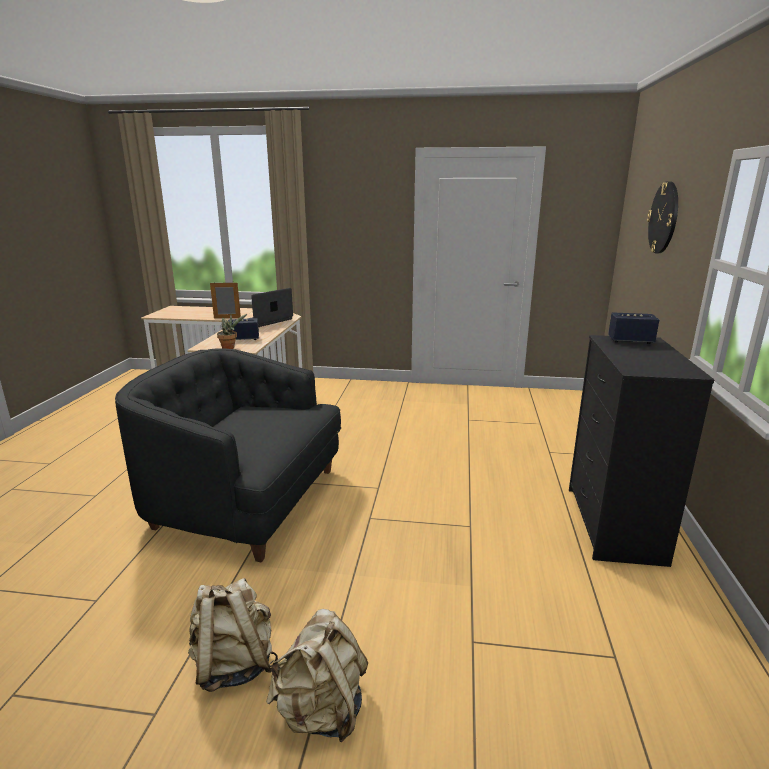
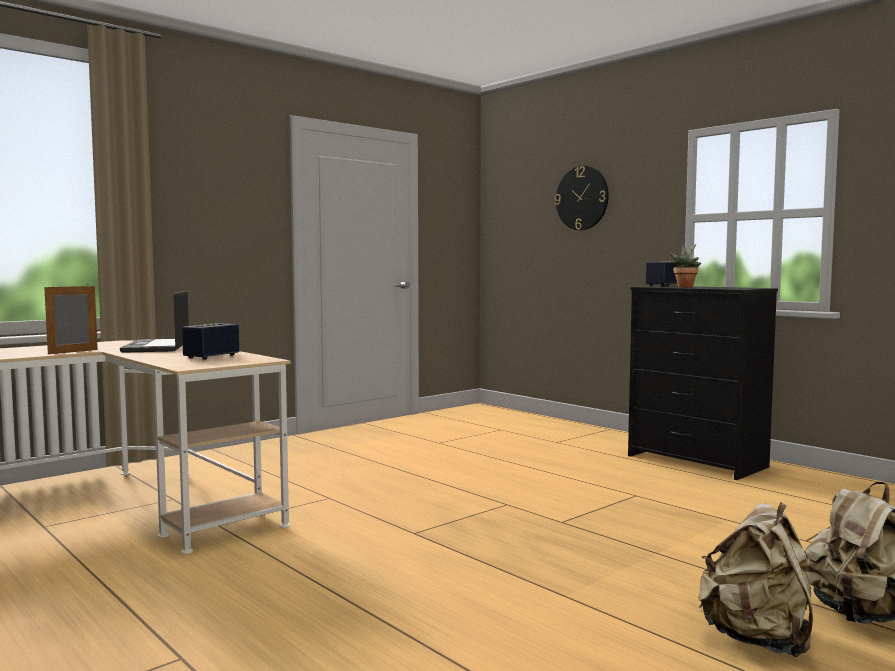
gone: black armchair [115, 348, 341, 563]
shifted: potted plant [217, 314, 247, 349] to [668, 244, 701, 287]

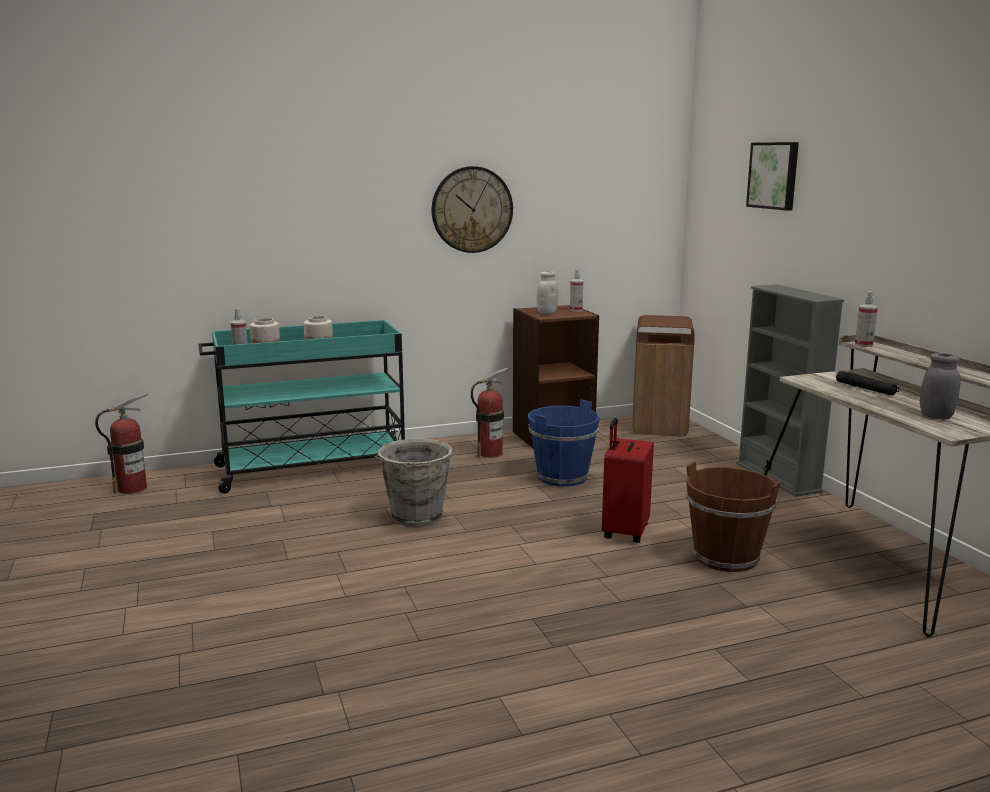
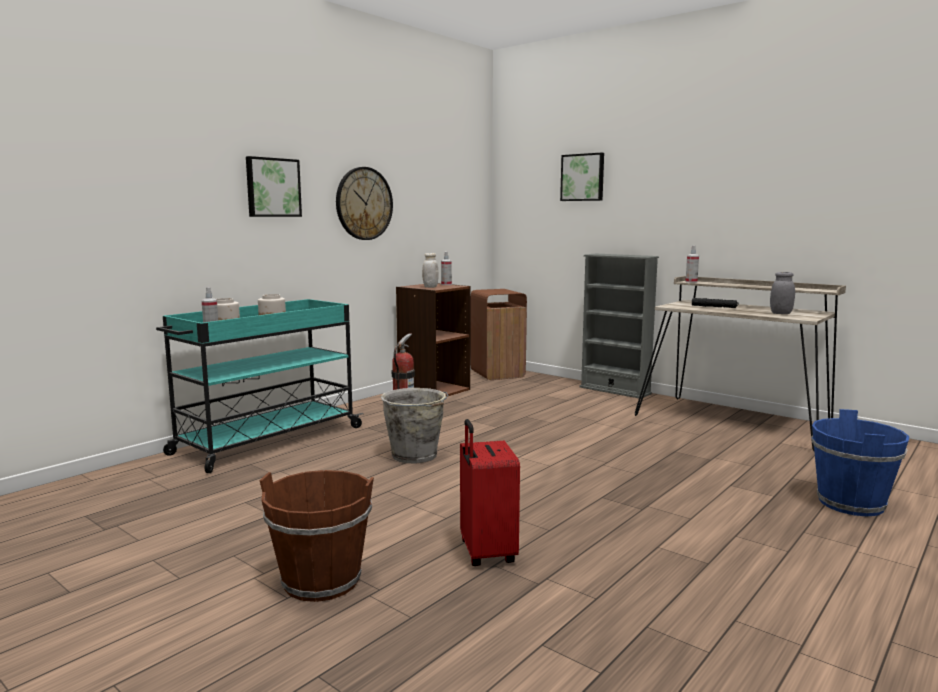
gone: fire extinguisher [95, 393, 148, 494]
new: picture [246, 156, 302, 217]
shifted: blue bucket [528, 400, 600, 487] to [811, 409, 909, 516]; red suitcase [602, 418, 654, 543] to [460, 419, 520, 566]; brown bucket [686, 462, 781, 572] to [259, 470, 374, 602]

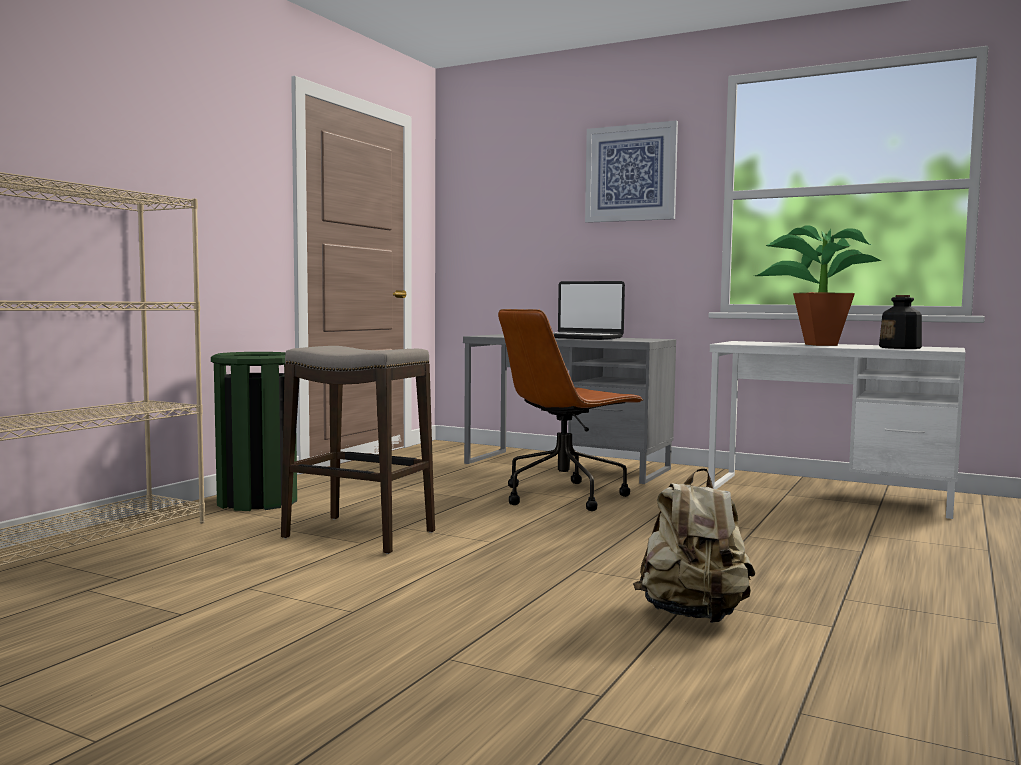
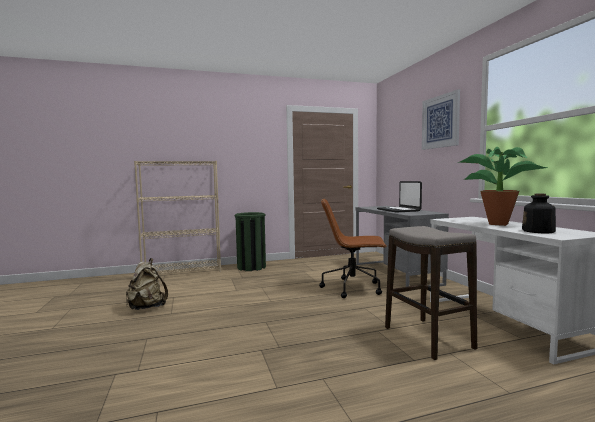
shifted: stool [281, 346, 435, 554] to [385, 226, 477, 360]; beige backpack [633, 468, 755, 623] to [126, 258, 168, 310]

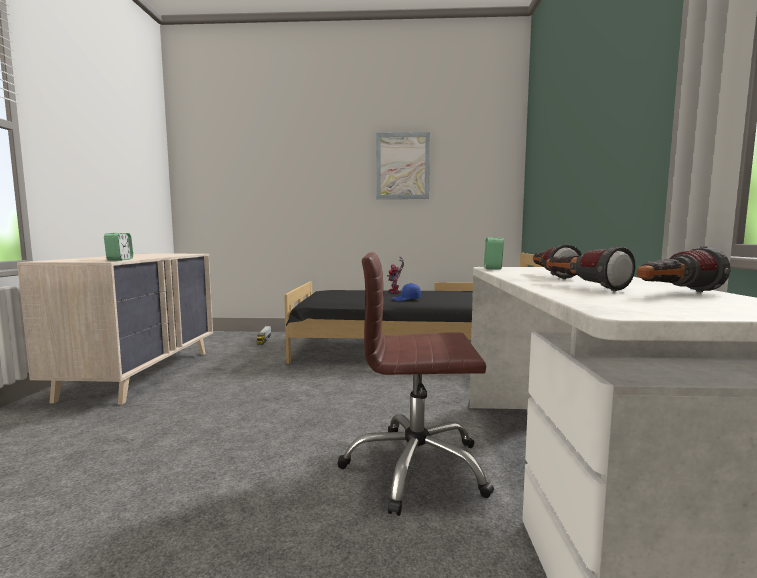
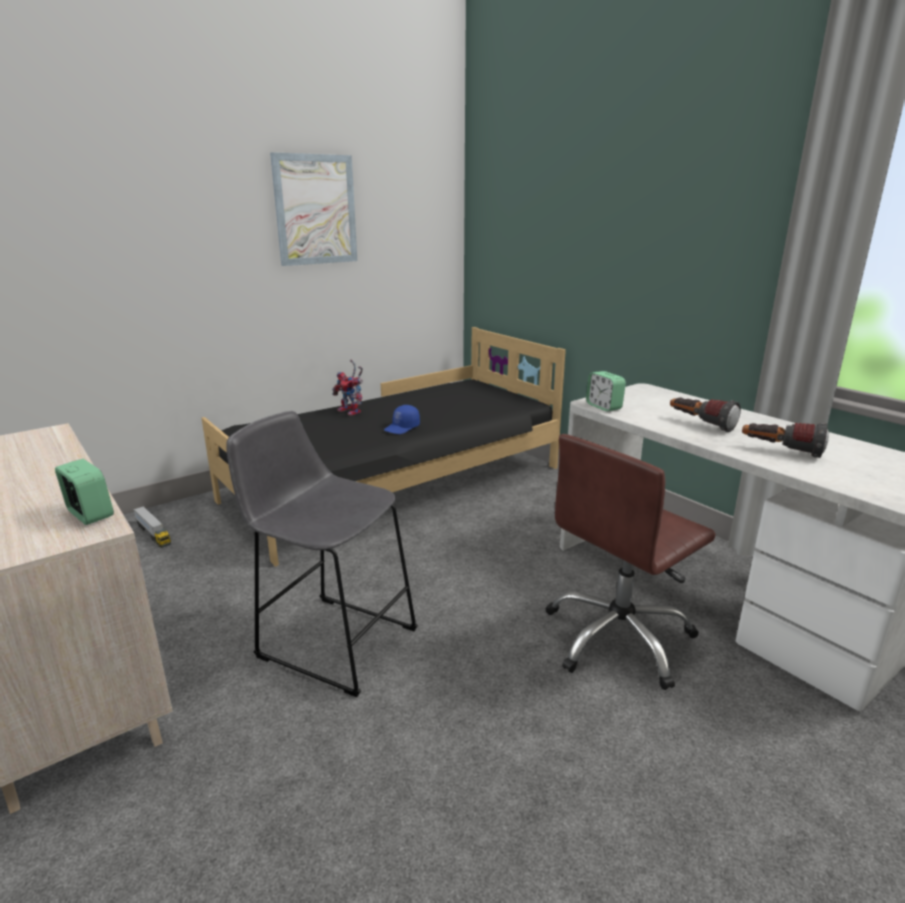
gone: flashlight [637, 246, 731, 292]
new: grey stool [226, 411, 418, 697]

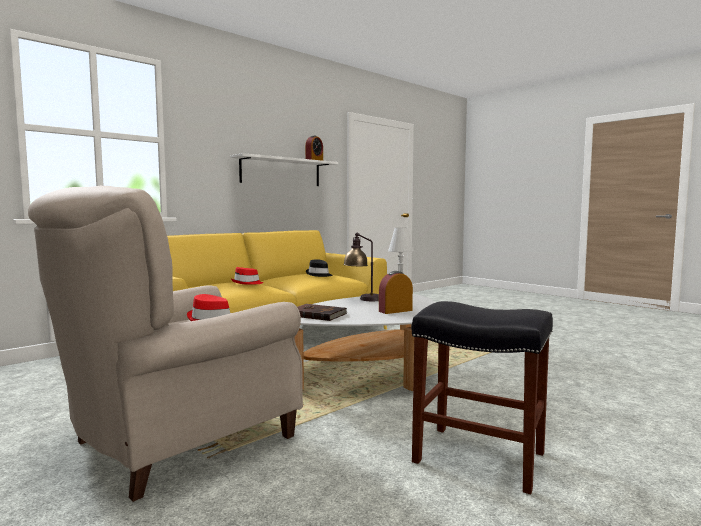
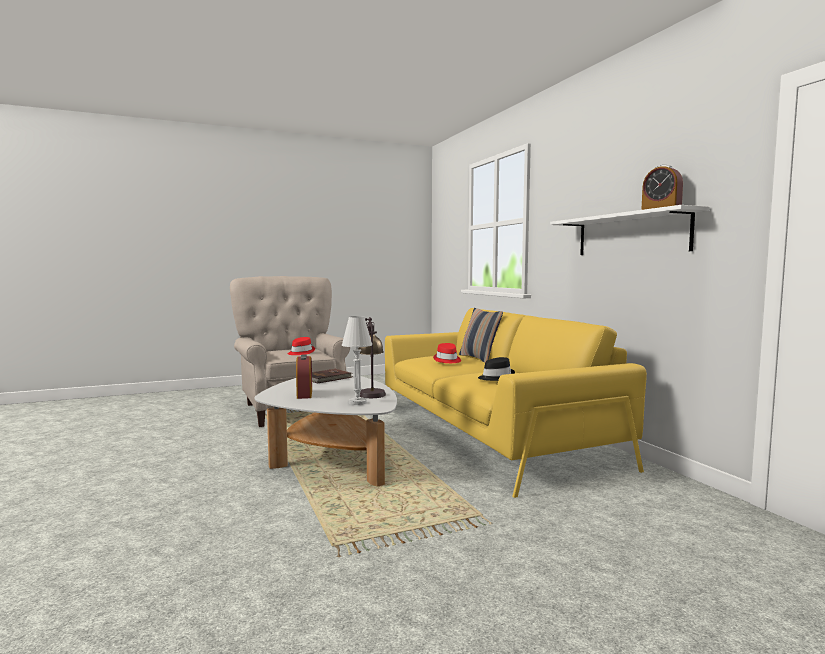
gone: black stool [412, 301, 553, 494]
new: pillow [459, 308, 503, 363]

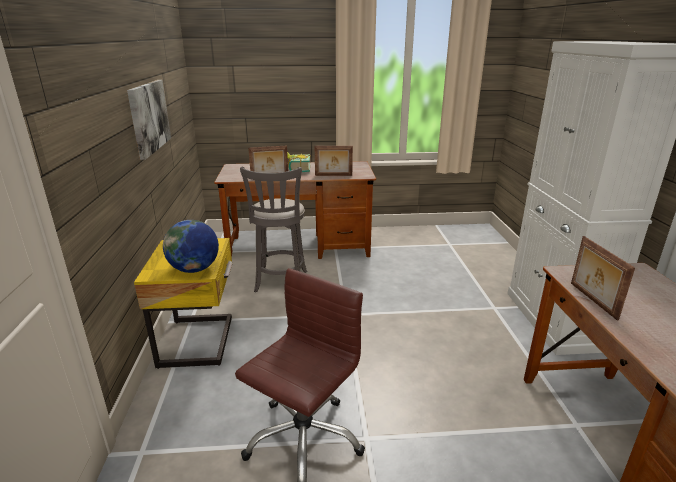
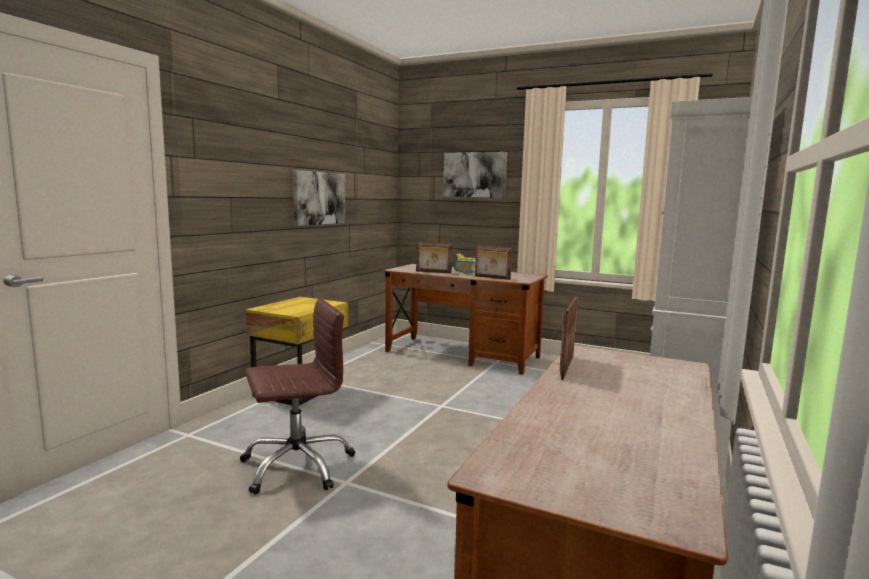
gone: globe [163, 220, 219, 273]; grey stool [240, 167, 307, 292]
new: picture [443, 152, 507, 198]

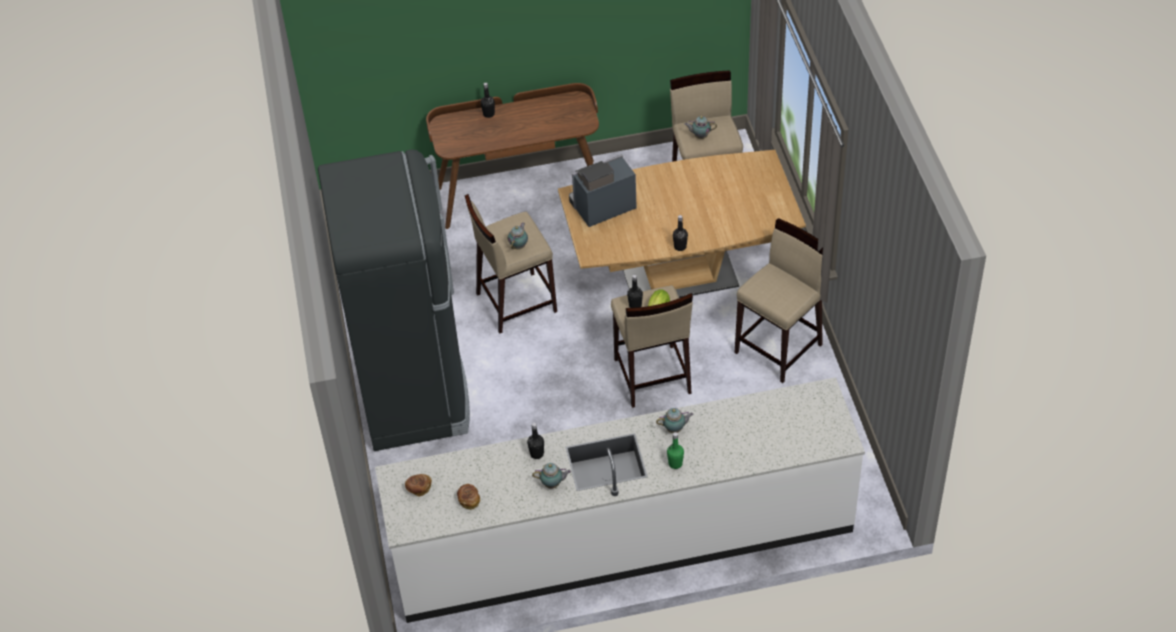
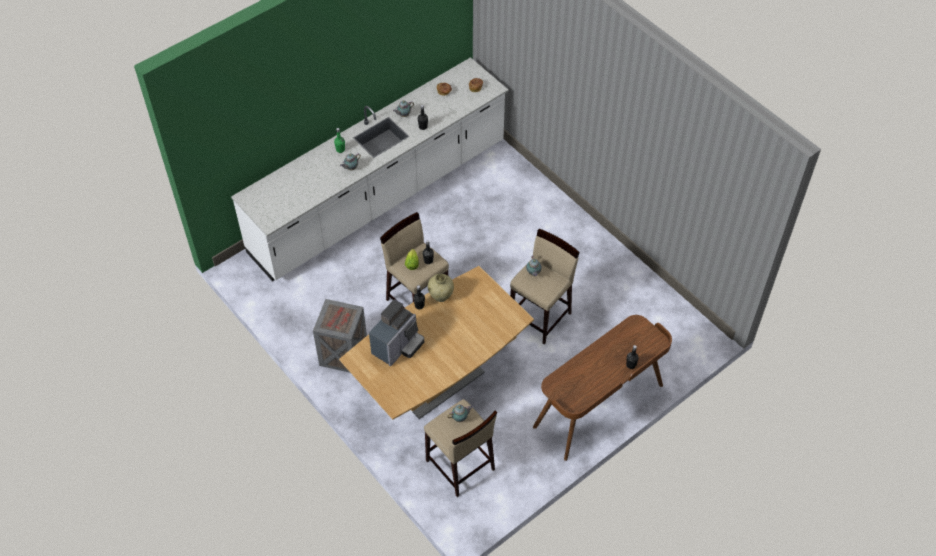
gone: black fridge [318, 149, 470, 451]
new: beige vase [428, 274, 454, 302]
shifted: coffee machine [569, 154, 637, 227] to [369, 299, 424, 366]
swapped: beige stool [734, 218, 823, 383] to crate [313, 299, 367, 373]

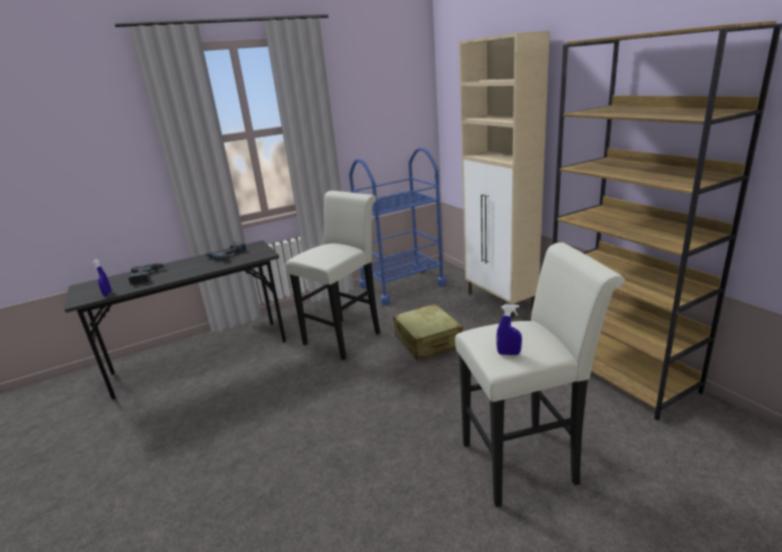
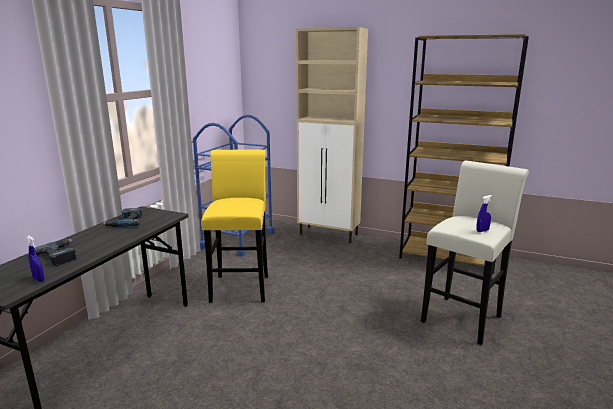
gone: beige suitcase [393, 304, 463, 361]
repainted: white stool [285, 191, 380, 360] to yellow stool [201, 150, 268, 303]

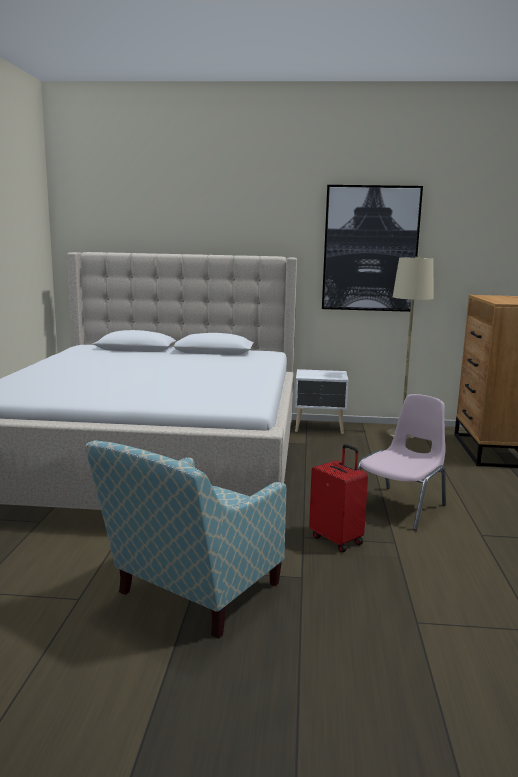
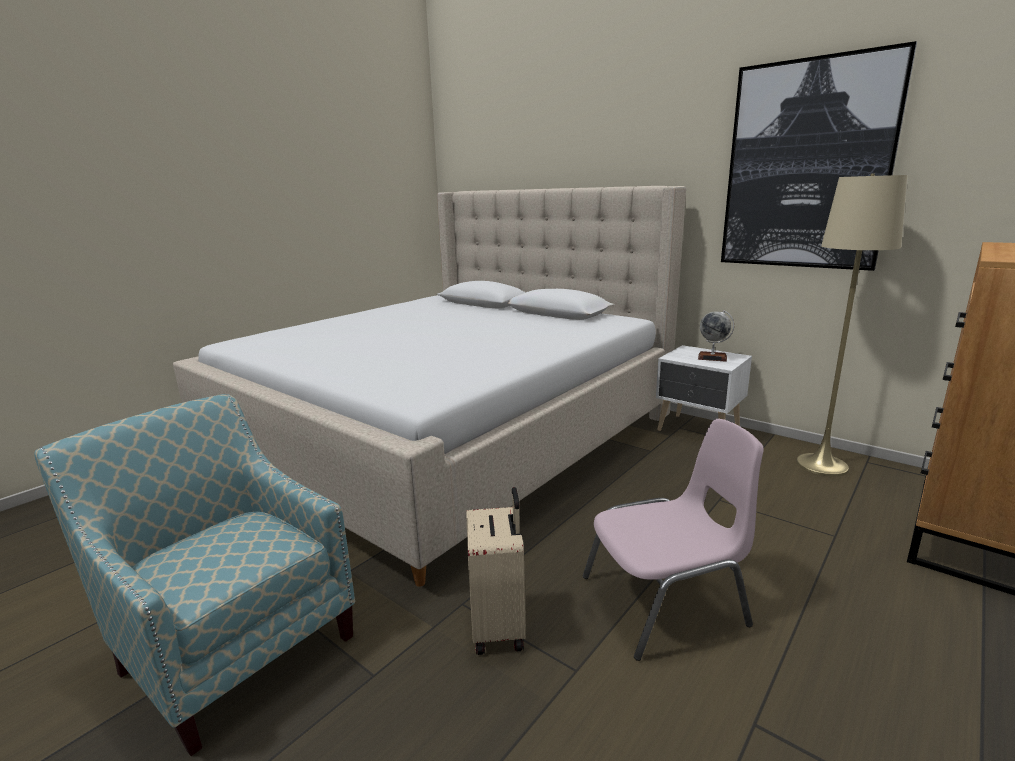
new: globe [698, 310, 734, 362]
repainted: red suitcase [309, 444, 368, 552] to beige suitcase [466, 487, 526, 655]
rotated: armchair [85, 440, 286, 639] = [34, 394, 355, 756] 60 degrees clockwise

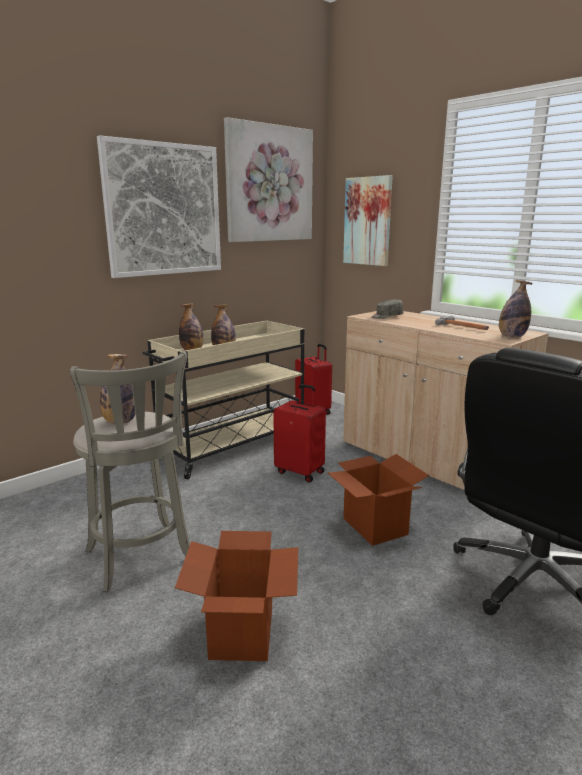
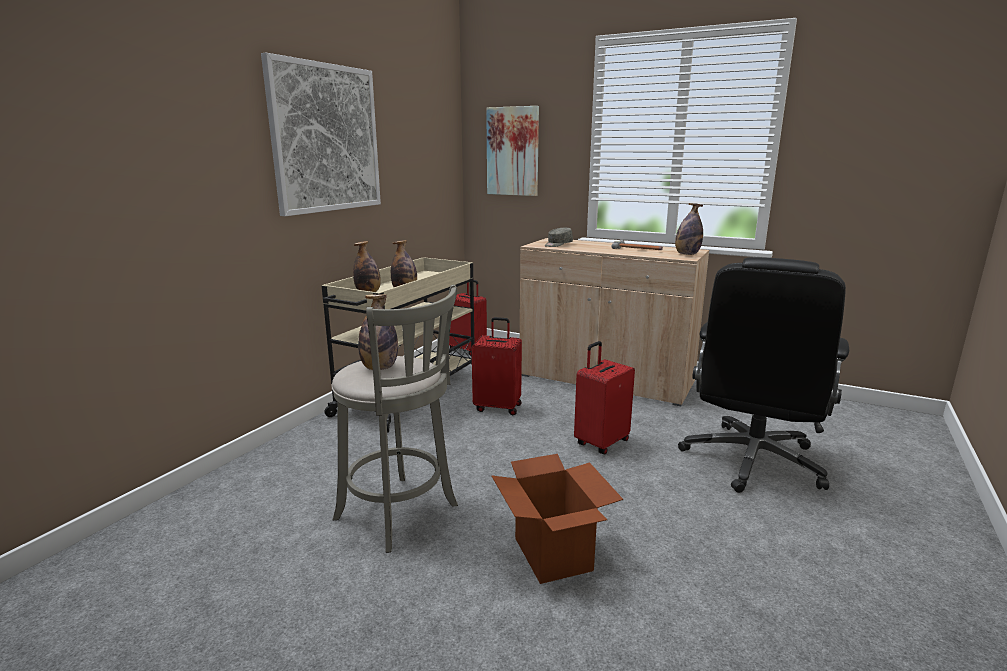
gone: picture [224, 117, 313, 242]
swapped: cardboard box [328, 454, 429, 546] to red suitcase [574, 341, 635, 454]

